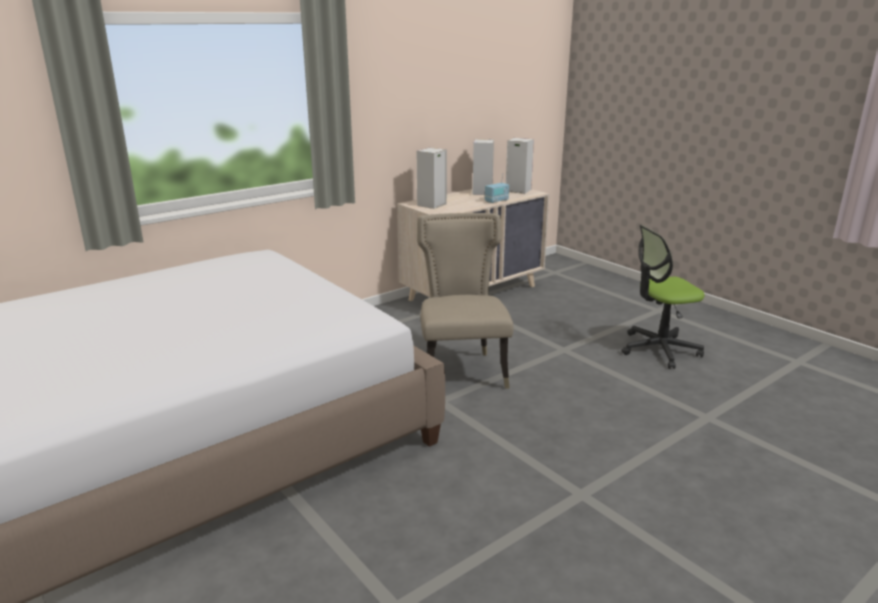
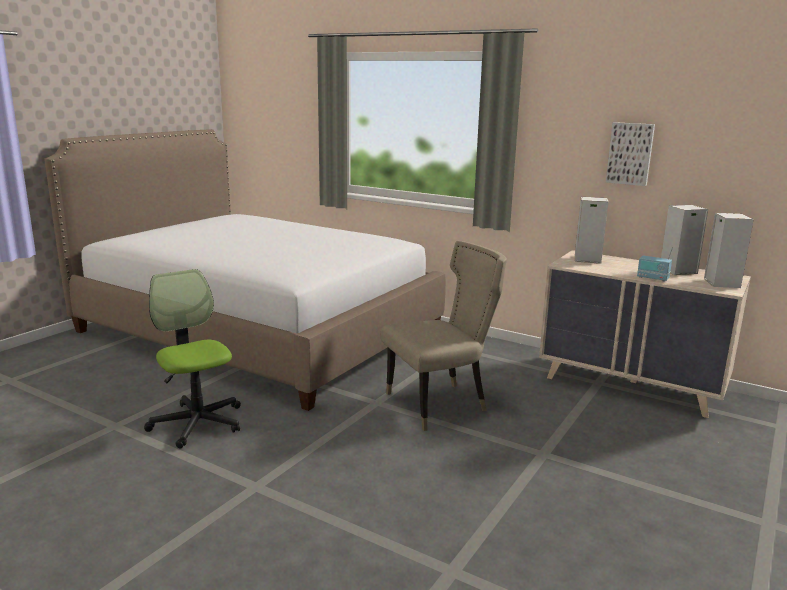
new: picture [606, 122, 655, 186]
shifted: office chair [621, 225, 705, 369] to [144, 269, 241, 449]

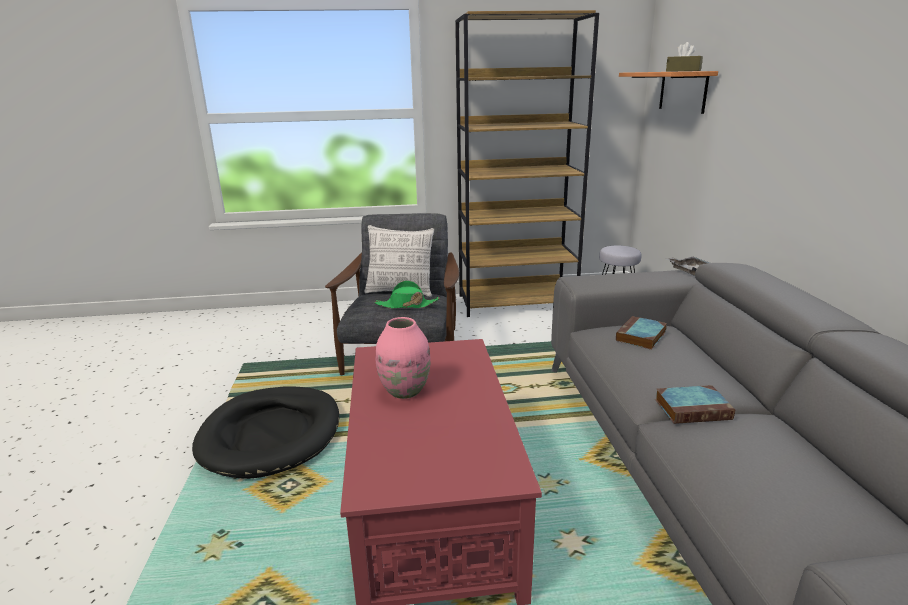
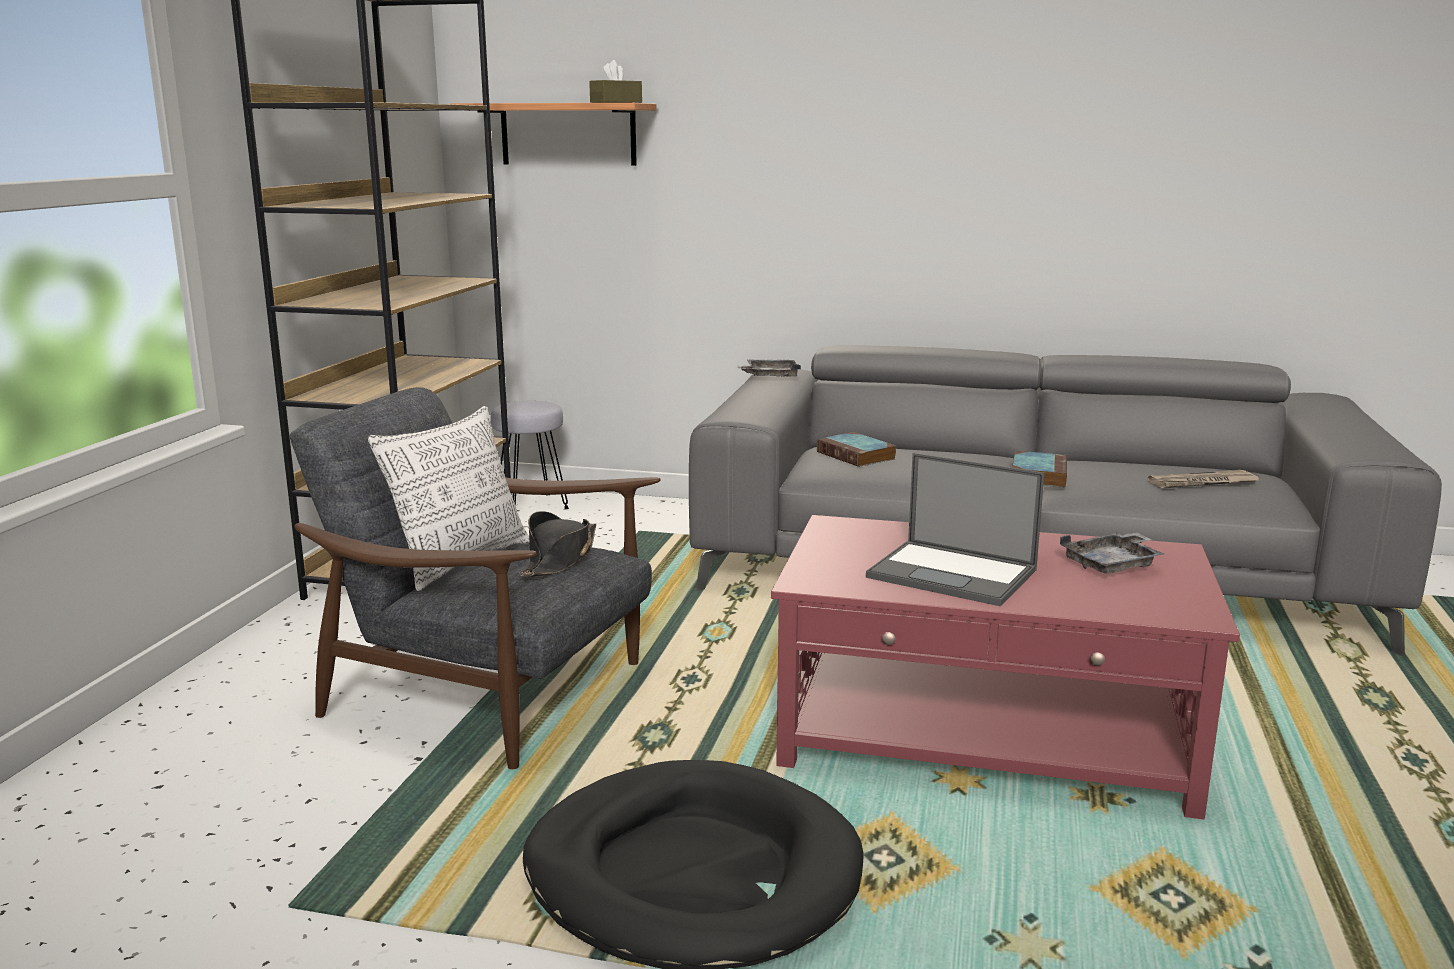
new: grey tray [1060, 533, 1164, 574]; newspaper [1148, 470, 1259, 489]
swapped: pink vase [376, 317, 431, 399] to laptop [866, 453, 1044, 606]
repainted: green hat [375, 280, 440, 309] to black hat [519, 511, 596, 577]

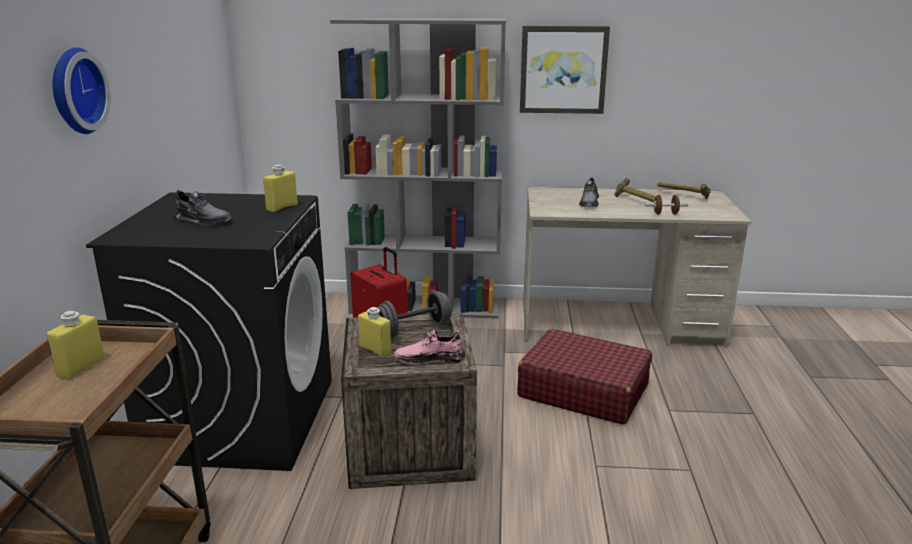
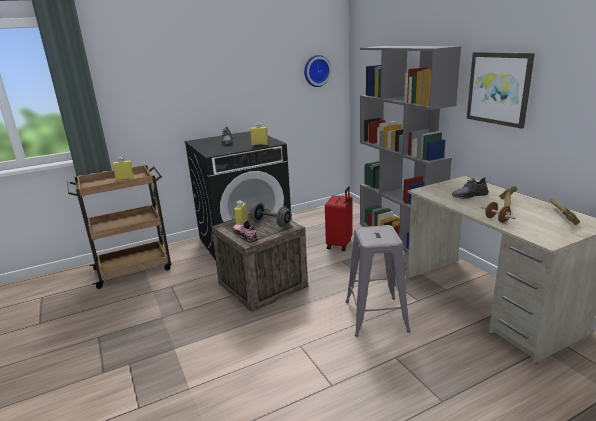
shifted: wall clock [53, 47, 111, 134] to [304, 55, 331, 87]
swapped: red suitcase [517, 329, 652, 425] to grey stool [346, 225, 411, 337]

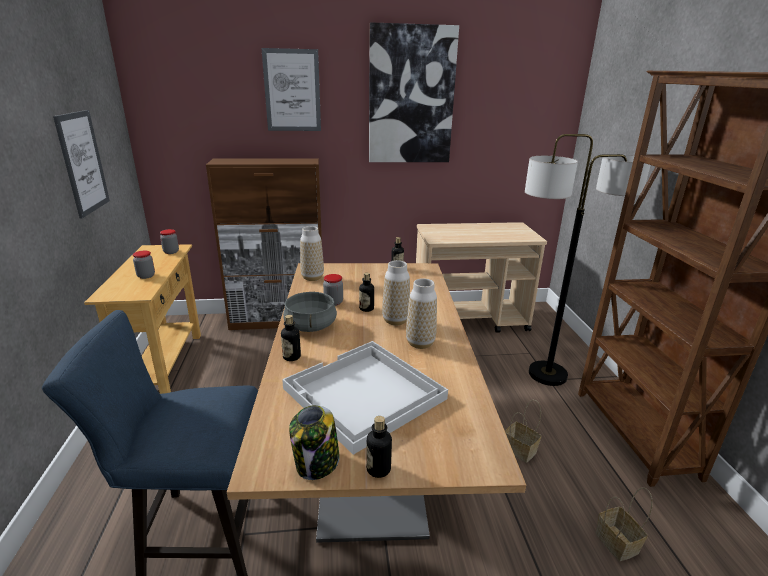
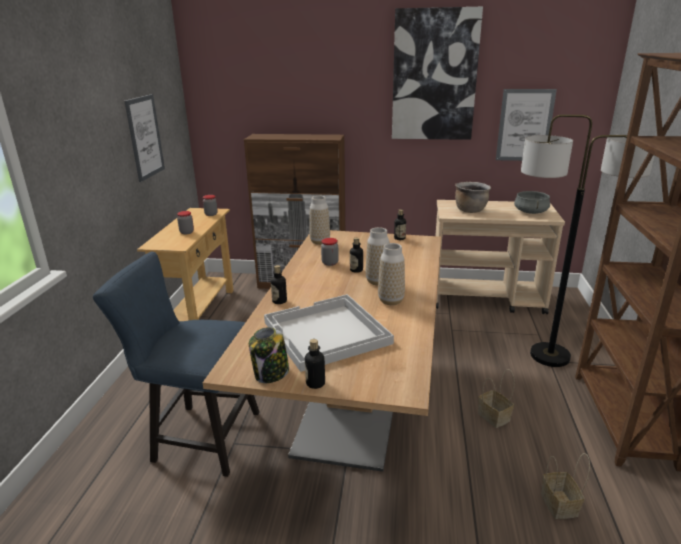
new: brown cooking pot [455, 182, 491, 213]
shifted: picture [261, 48, 321, 131] to [496, 89, 557, 161]; grey cooking pot [283, 291, 337, 332] to [514, 191, 550, 214]

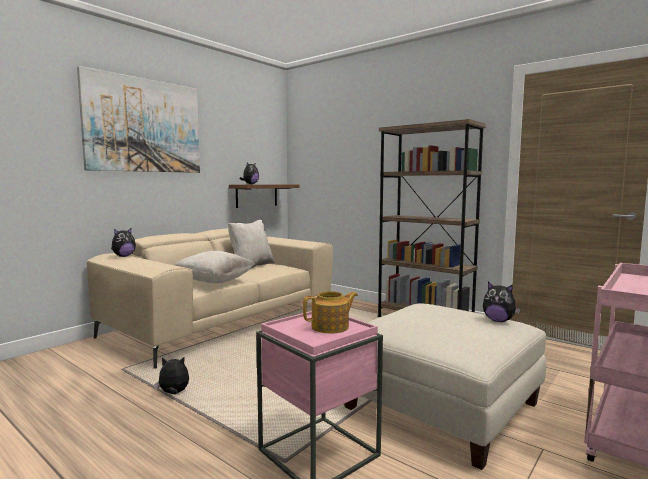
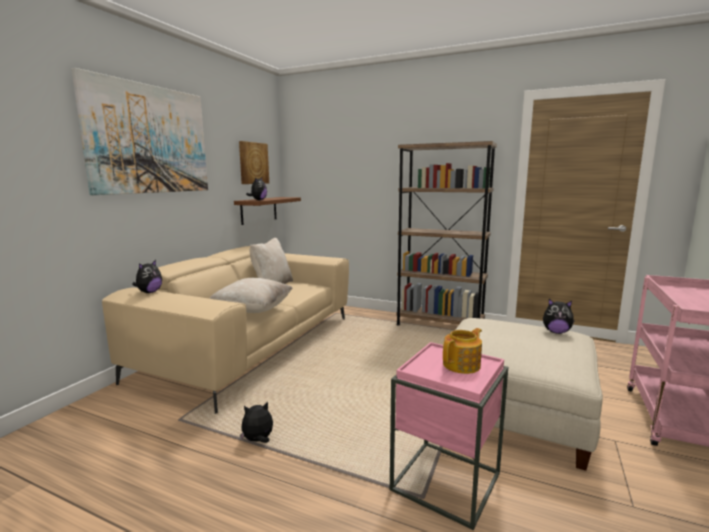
new: picture [239, 141, 269, 184]

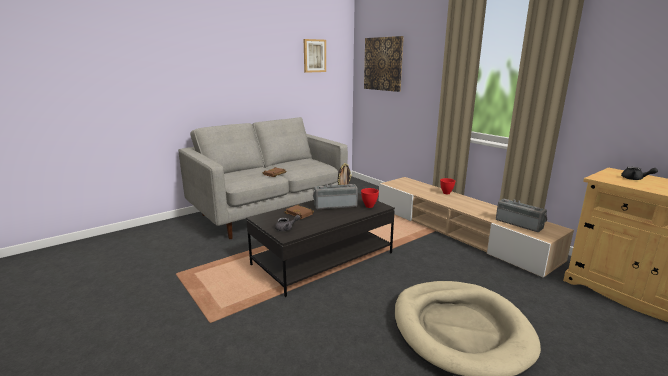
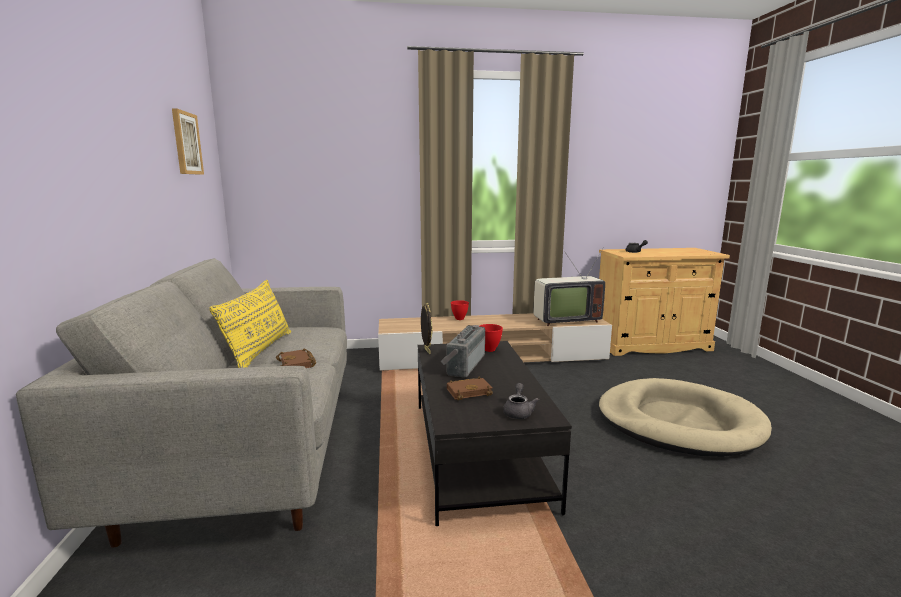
gone: picture [364, 36, 404, 92]
new: yellow pillow [209, 280, 291, 368]
swapped: radio [496, 199, 548, 232] to television [534, 247, 605, 326]

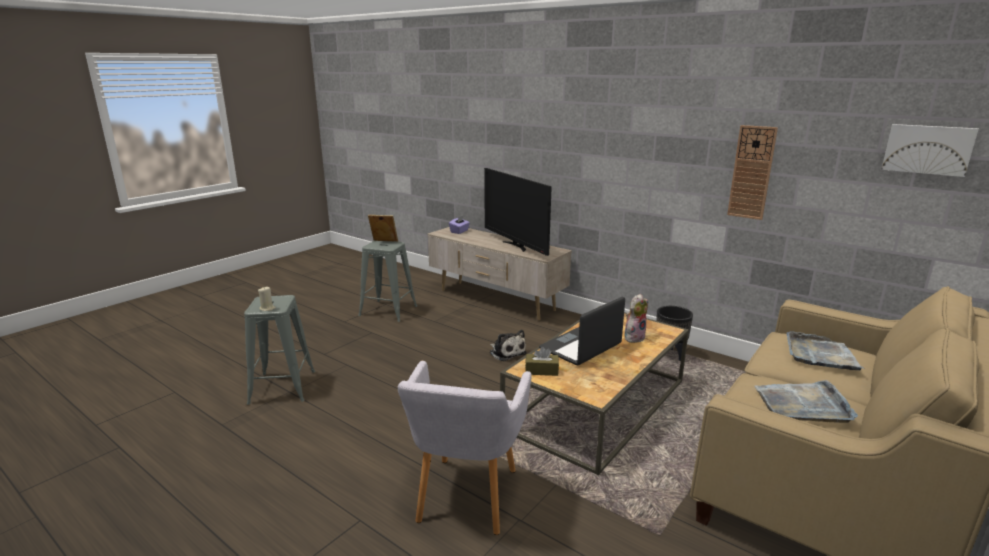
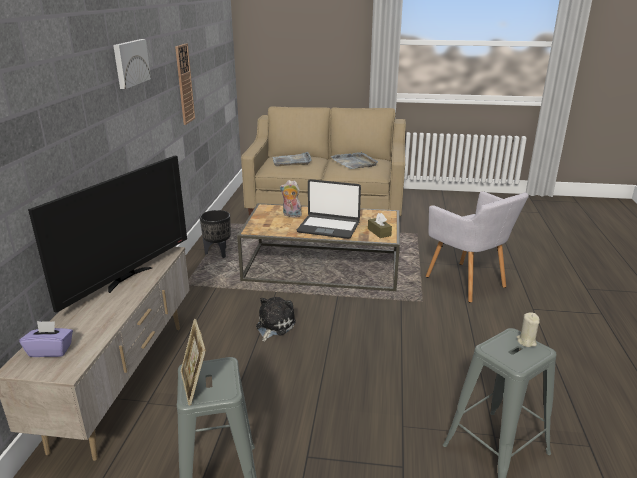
shifted: picture [881, 124, 979, 177] to [113, 39, 151, 89]
rotated: grey armchair [398, 361, 532, 535] = [426, 191, 529, 303] 75 degrees clockwise

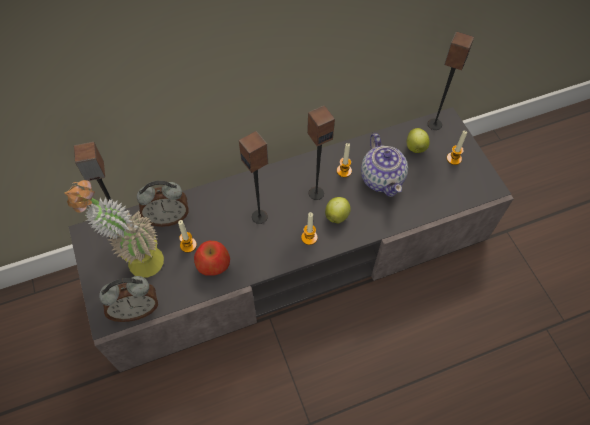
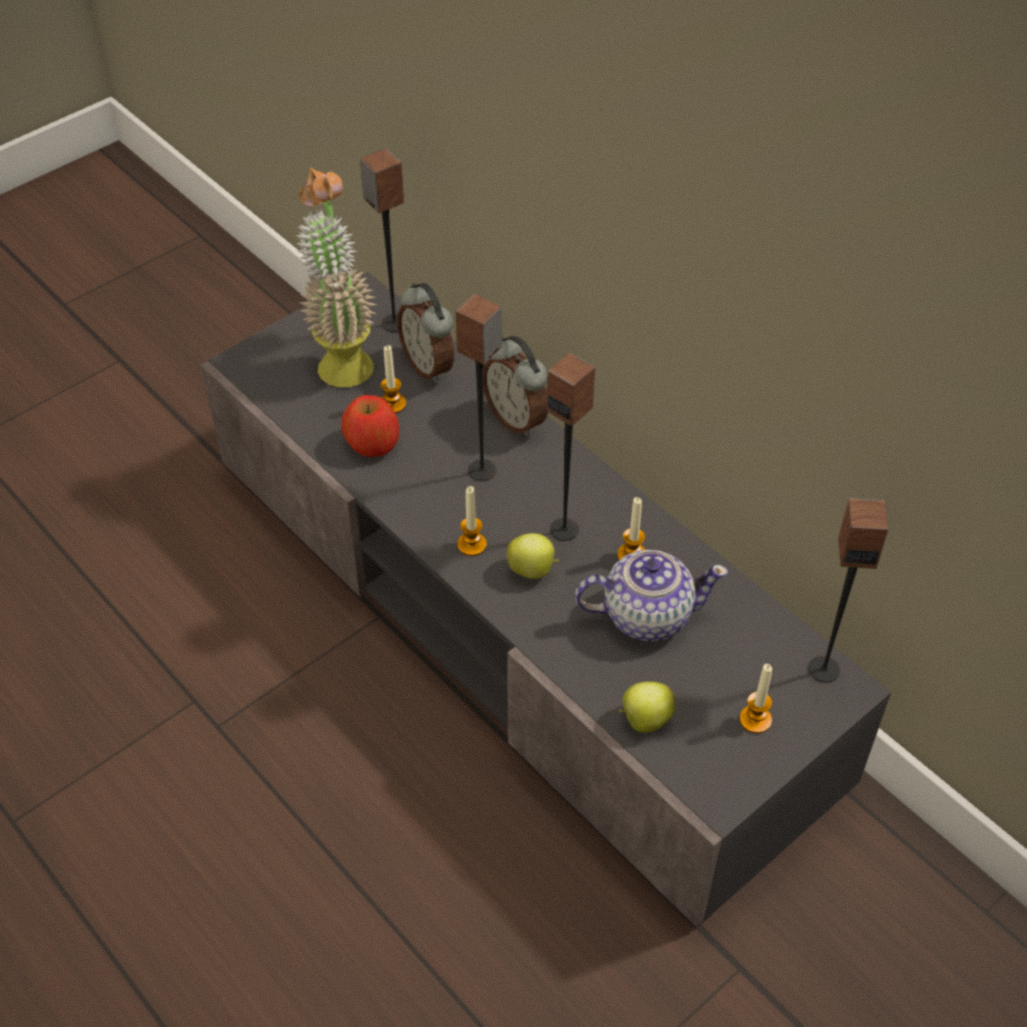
shifted: alarm clock [99, 276, 158, 322] to [484, 336, 548, 437]; apple [407, 128, 430, 153] to [618, 681, 675, 732]
rotated: teapot [361, 133, 408, 197] = [575, 550, 728, 642] 150 degrees counterclockwise

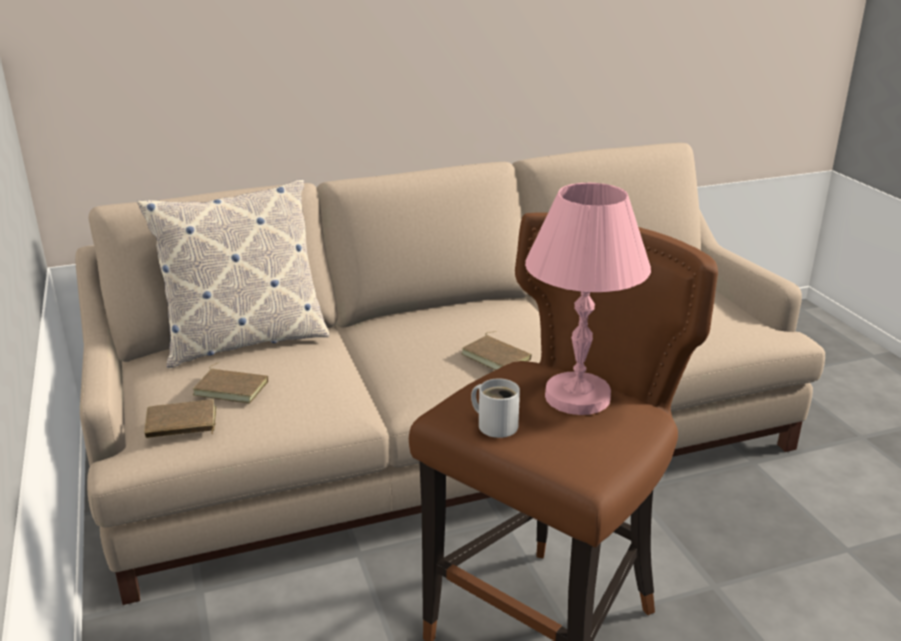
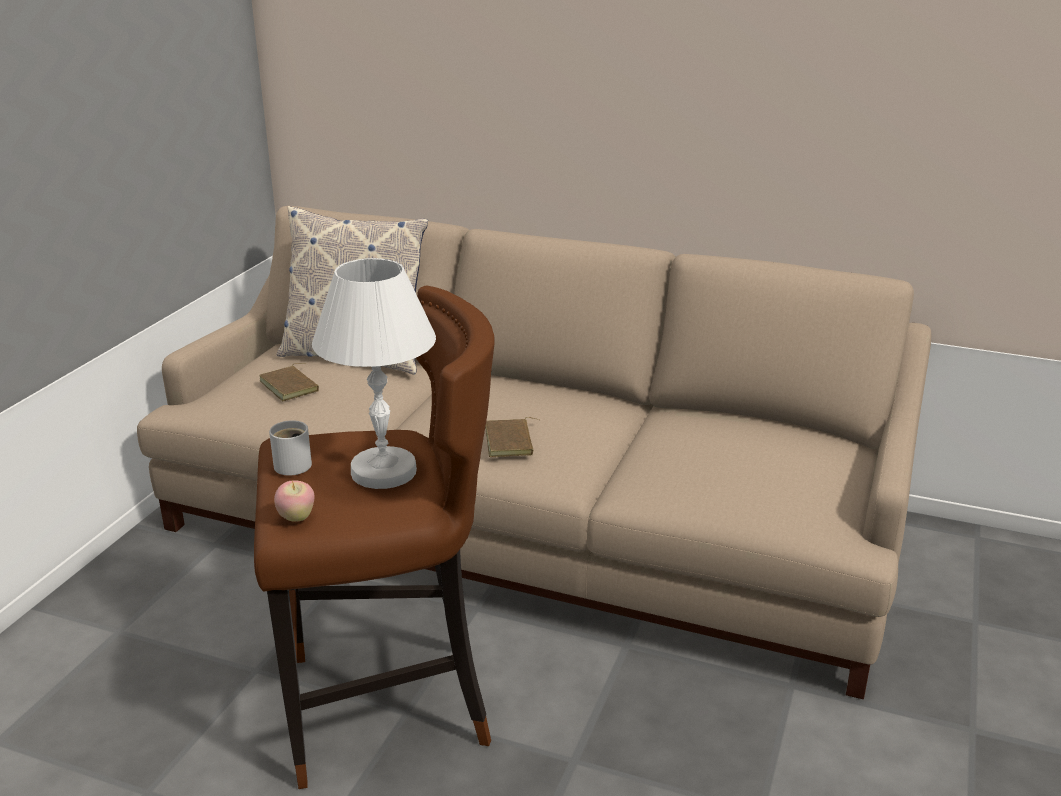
gone: brown book [144, 399, 216, 438]
new: apple [274, 480, 314, 522]
repainted: pink table lamp [525, 183, 651, 415] to white table lamp [312, 258, 436, 489]

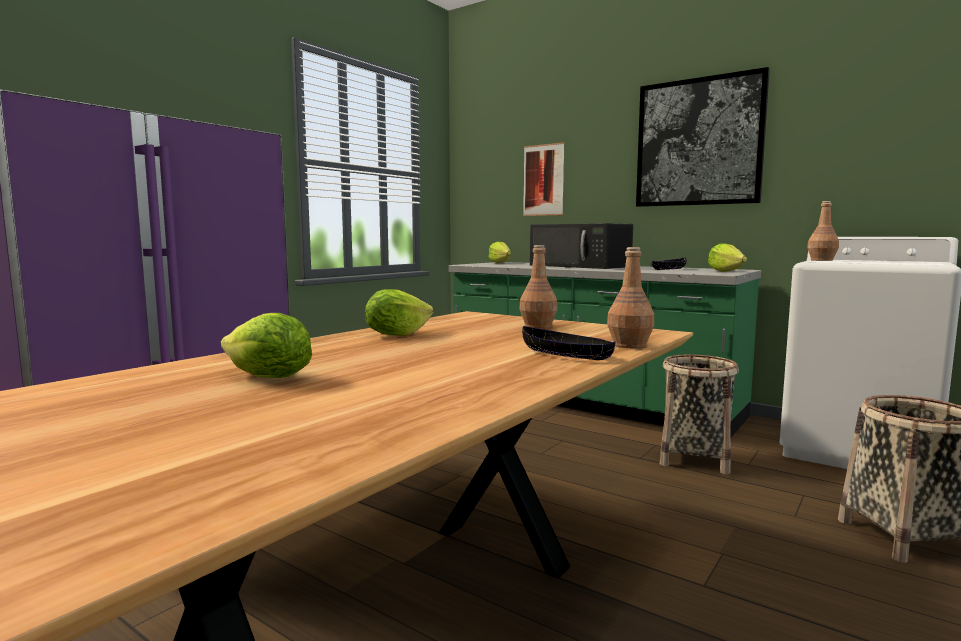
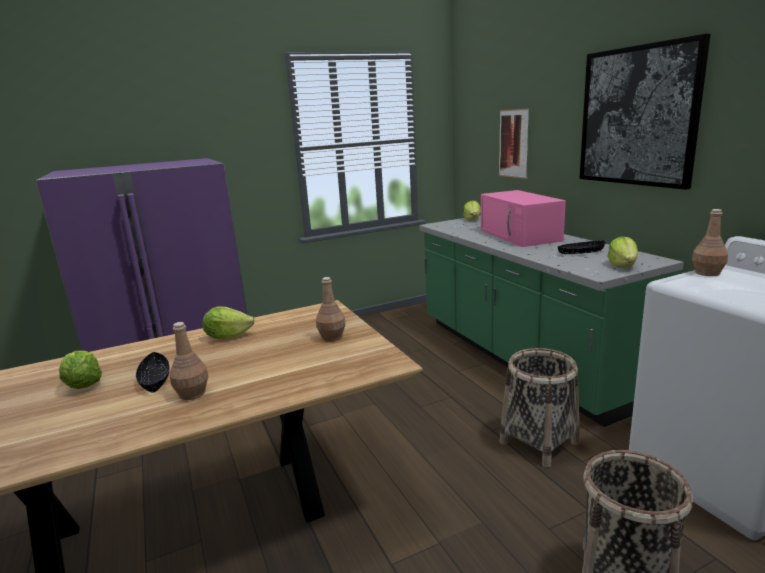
shifted: black bowl [522, 326, 616, 360] to [136, 352, 169, 393]; brown bottle [607, 247, 654, 348] to [169, 322, 208, 400]
repainted: black microwave [530, 223, 633, 269] to pink microwave [481, 190, 566, 247]

